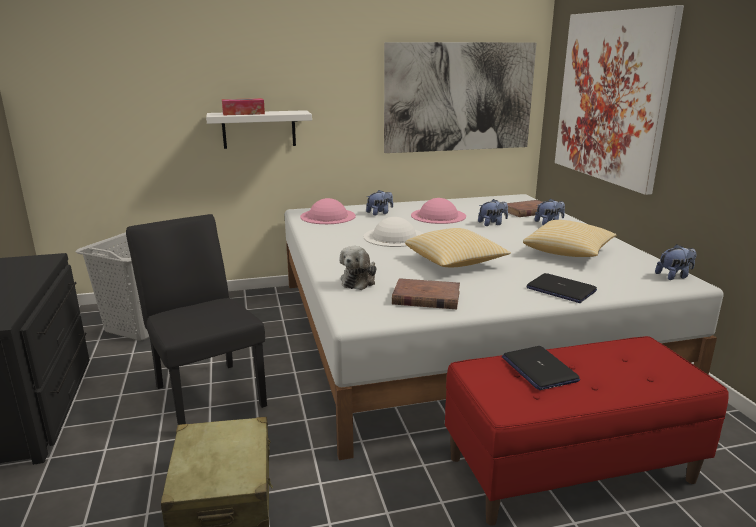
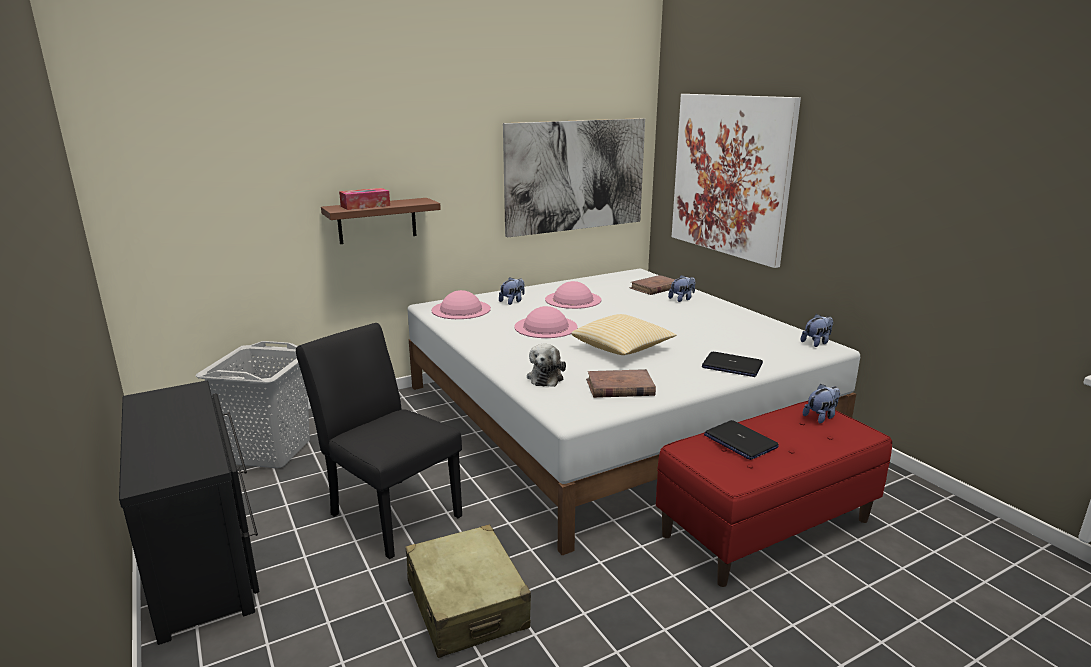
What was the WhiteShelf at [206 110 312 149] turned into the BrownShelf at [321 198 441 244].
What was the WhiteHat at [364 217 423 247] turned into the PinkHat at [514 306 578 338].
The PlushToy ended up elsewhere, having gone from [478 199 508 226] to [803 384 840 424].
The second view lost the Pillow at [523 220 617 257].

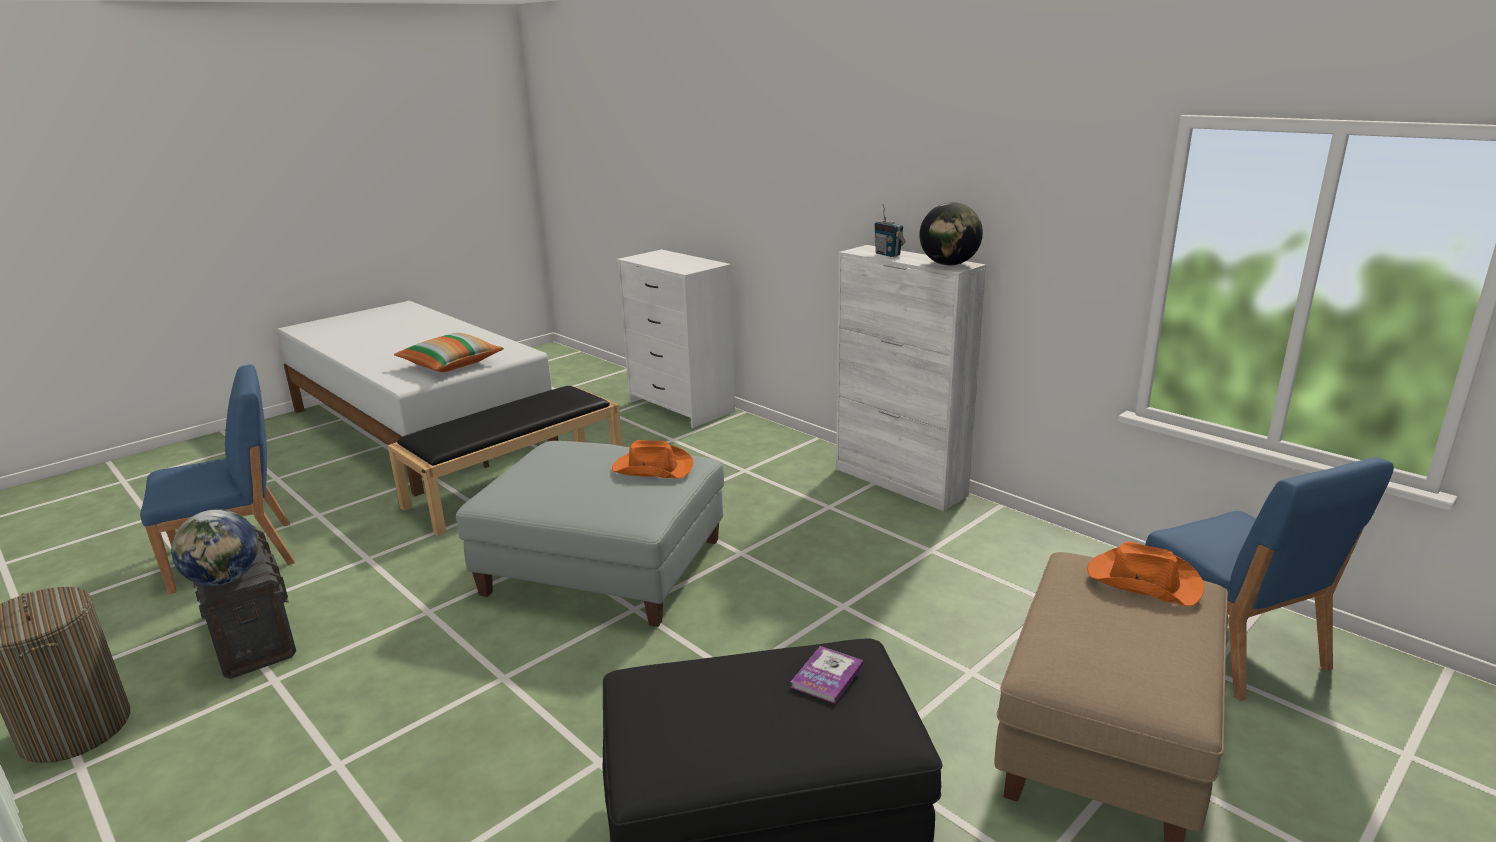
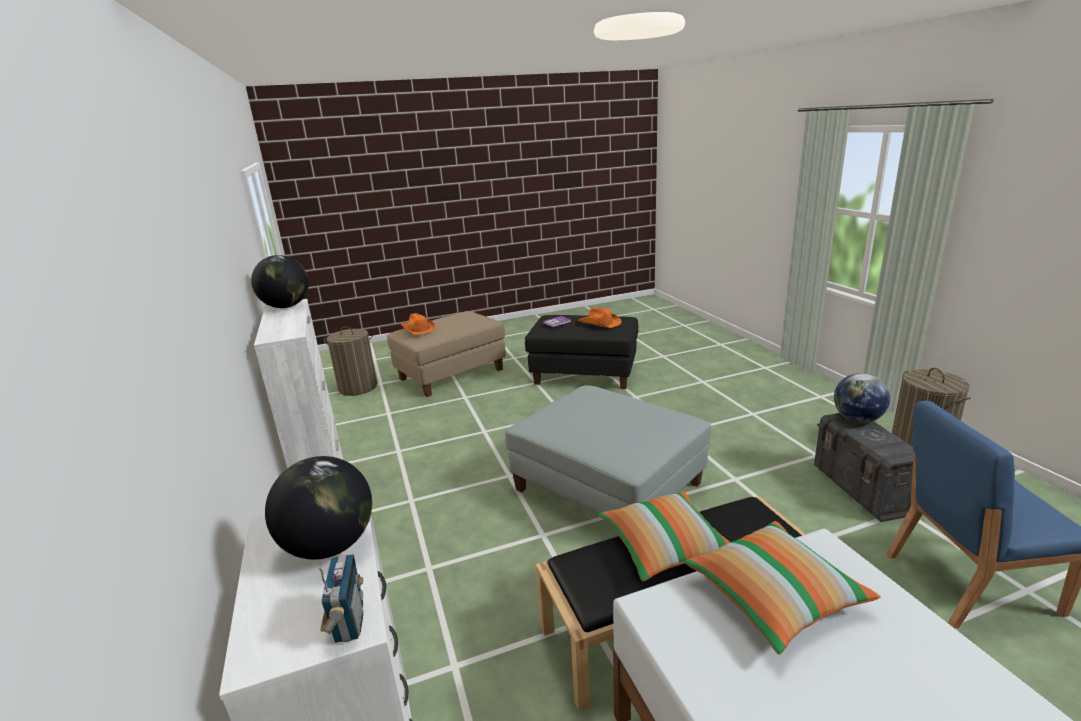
The second view gained the Globe at [265 456 372 559].
The Radio ended up elsewhere, having gone from [874 204 906 257] to [318 555 363 643].
Where the BlueChair stood at [1145 457 1394 701], the LaundryBasket came to stand at [324 327 377 396].
The OrangeHat ended up elsewhere, having gone from [612 440 693 479] to [578 307 621 328].
The second view gained the Pillow at [598 491 730 581].

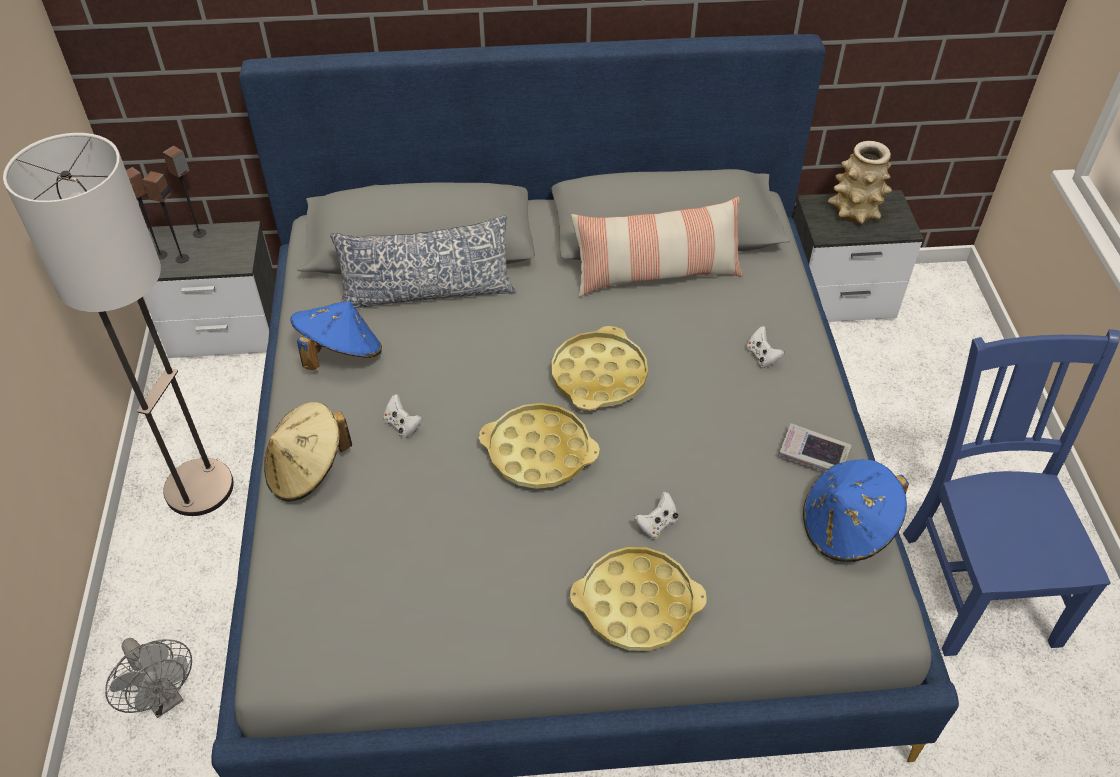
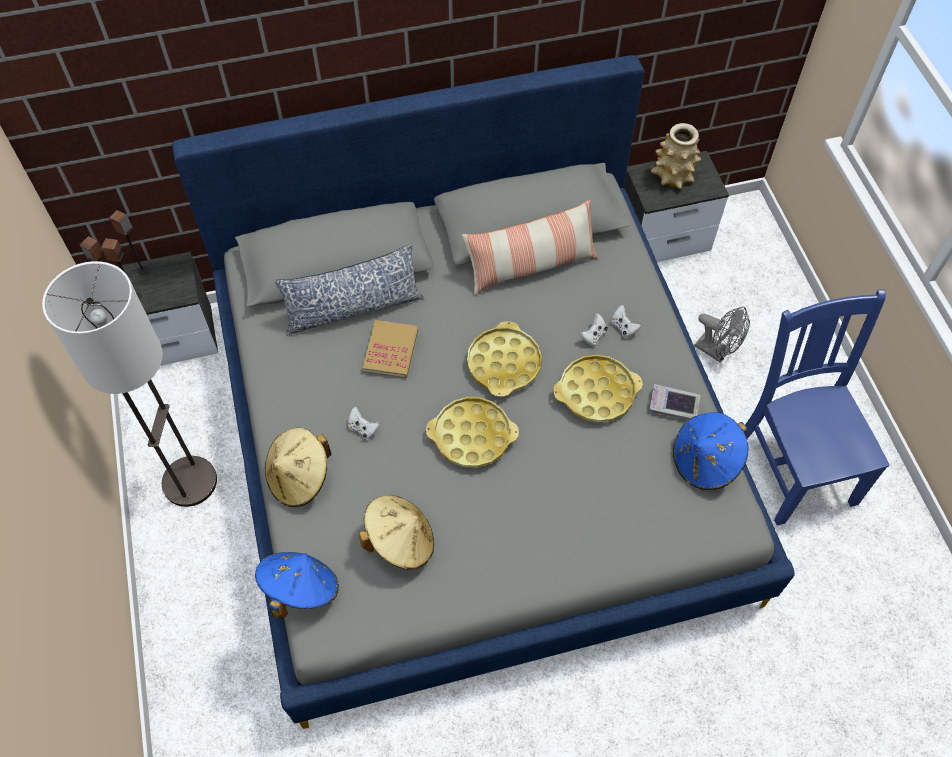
The BlueHat ended up elsewhere, having gone from [290 301 382 370] to [255 552 339 618].
The second view gained the BeigeHat at [359 495 434 570].
The second view gained the Book at [363 320 418 378].
The YellowTray ended up elsewhere, having gone from [570 547 706 651] to [553 355 643 423].
The WhiteGameController ended up elsewhere, having gone from [634 492 678 539] to [580 314 608 346].
The GreyFan ended up elsewhere, having gone from [105 638 192 718] to [694 307 750 363].

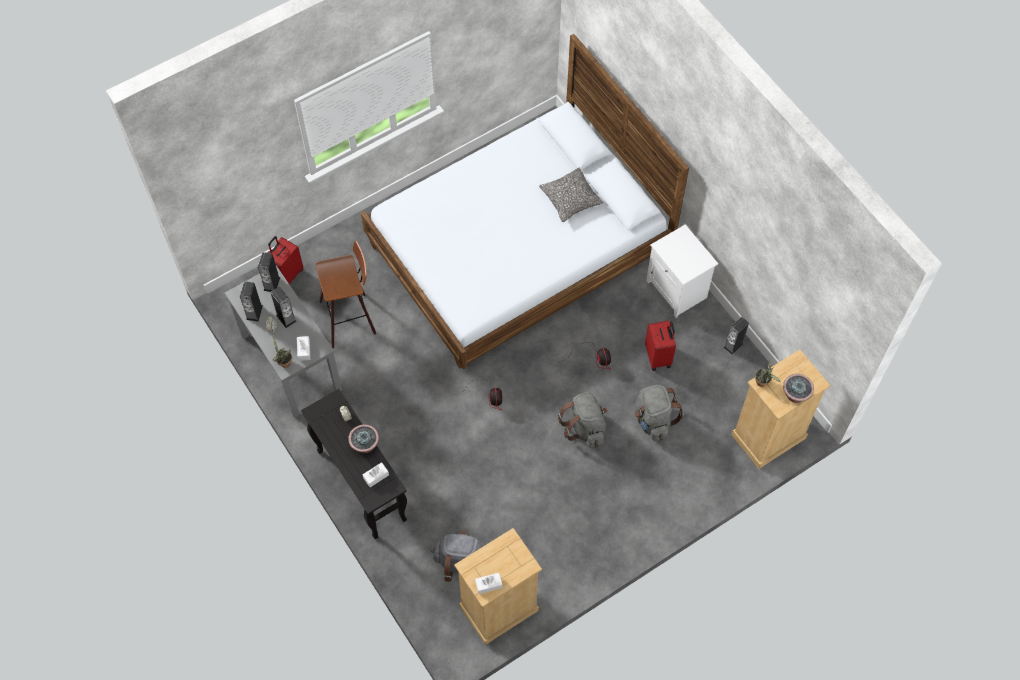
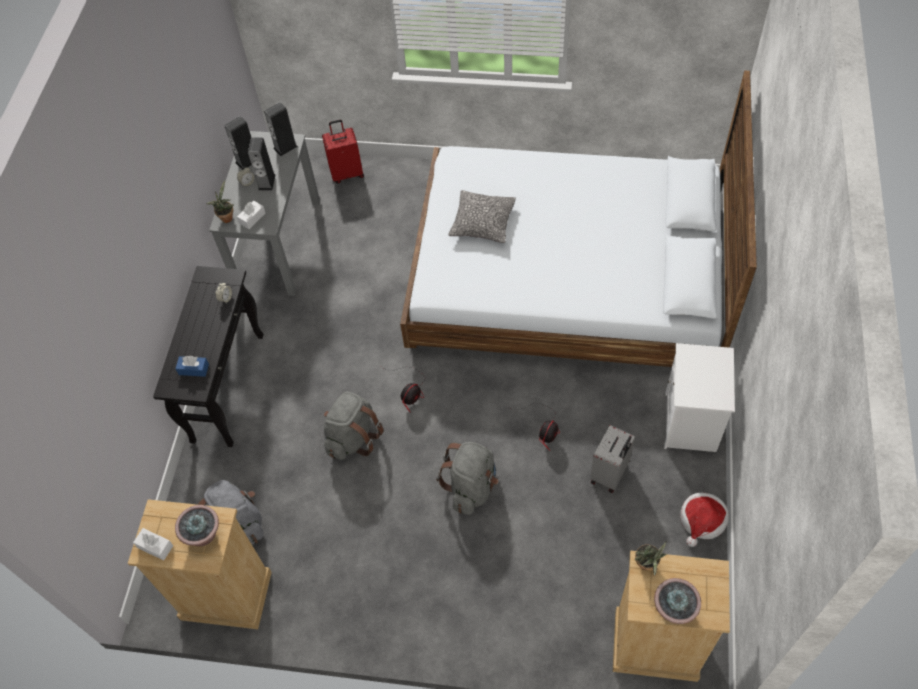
What was the WhiteTissueBox at [363 462 389 487] turned into the BlueTissueBox at [175 356 209 377].
The PottedPlant ended up elsewhere, having gone from [348 425 379 453] to [175 505 219 546].
The GreyBackpack ended up elsewhere, having gone from [634 385 684 441] to [324 391 384 460].
The Pillow ended up elsewhere, having gone from [539 168 603 222] to [448 190 516 243].
What was the RedSuitcase at [645 320 676 371] turned into the GreySuitcase at [590 425 635 493].
Where the Speaker stood at [724 317 749 355], the Hat came to stand at [680 493 729 547].
The second view lost the Stool at [316 241 376 348].

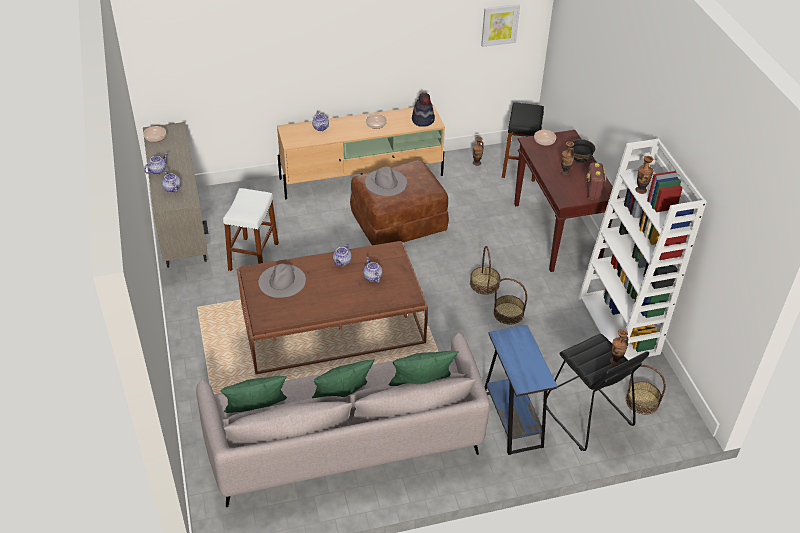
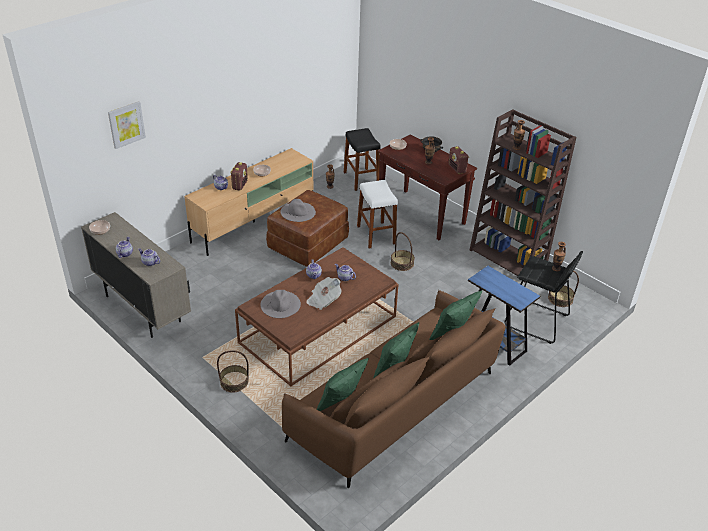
The Picture ended up elsewhere, having gone from [481 4 520 47] to [108 101 146 149].
The Basket ended up elsewhere, having gone from [493 278 527 325] to [217 350 249 393].
The second view gained the Radio at [230 162 248 190].
What was the GreySofa at [196 332 490 507] turned into the BrownSofa at [282 290 505 489].
The second view gained the Newspaper at [306 277 341 310].
The WhiteStool ended up elsewhere, having gone from [223 188 279 271] to [357 180 398 249].
What was the WhiteBookcase at [578 139 706 360] turned into the BrownBookcase at [469 109 576 282].
The second view lost the Hat at [412 92 435 127].

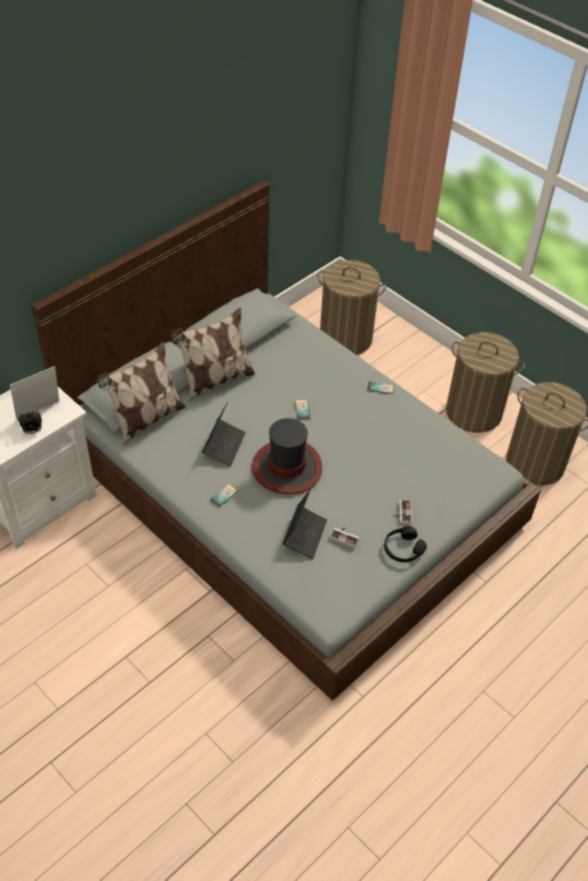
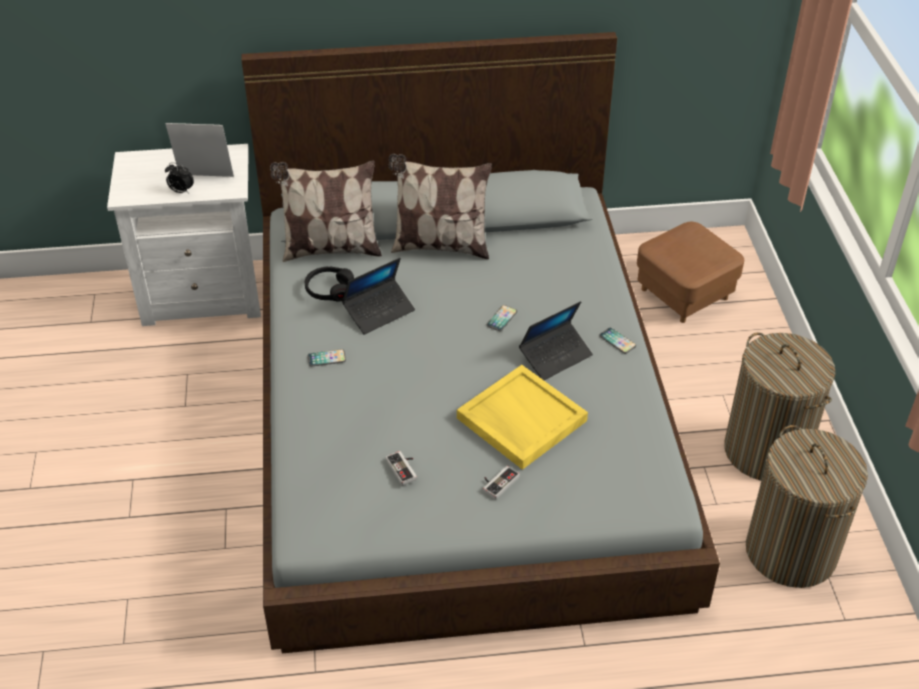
The BlackHeadphones ended up elsewhere, having gone from [384 526 427 562] to [305 267 354 302].
The second view gained the YellowTray at [457 365 588 470].
The Laptop ended up elsewhere, having gone from [283 489 327 559] to [519 301 593 380].
Where the LaundryBasket stood at [317 260 386 355], the BrownOttoman came to stand at [637 222 744 323].
The second view lost the Hat at [252 418 322 495].

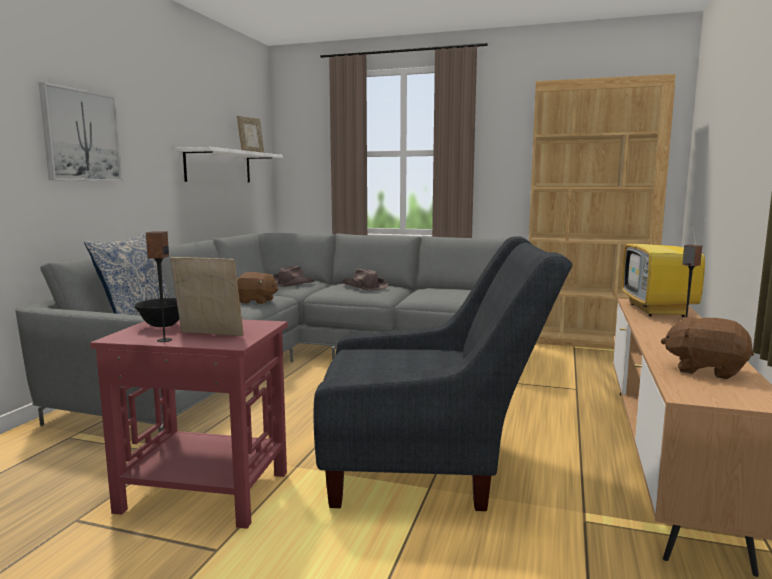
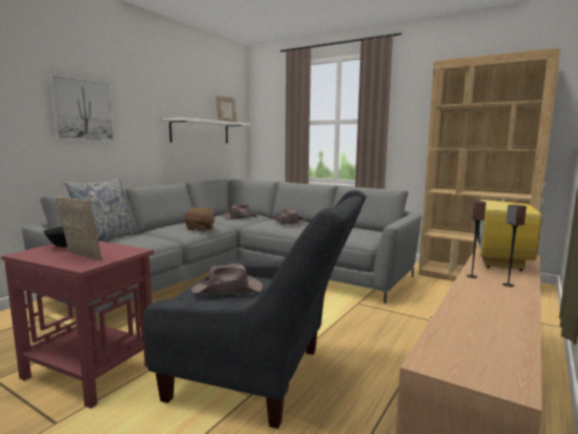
The second view gained the BrownHat at [191 264 263 295].
The Speaker ended up elsewhere, having gone from [146 231 172 342] to [466 201 486 278].
The second view lost the BrownPlushToy at [661 317 754 379].

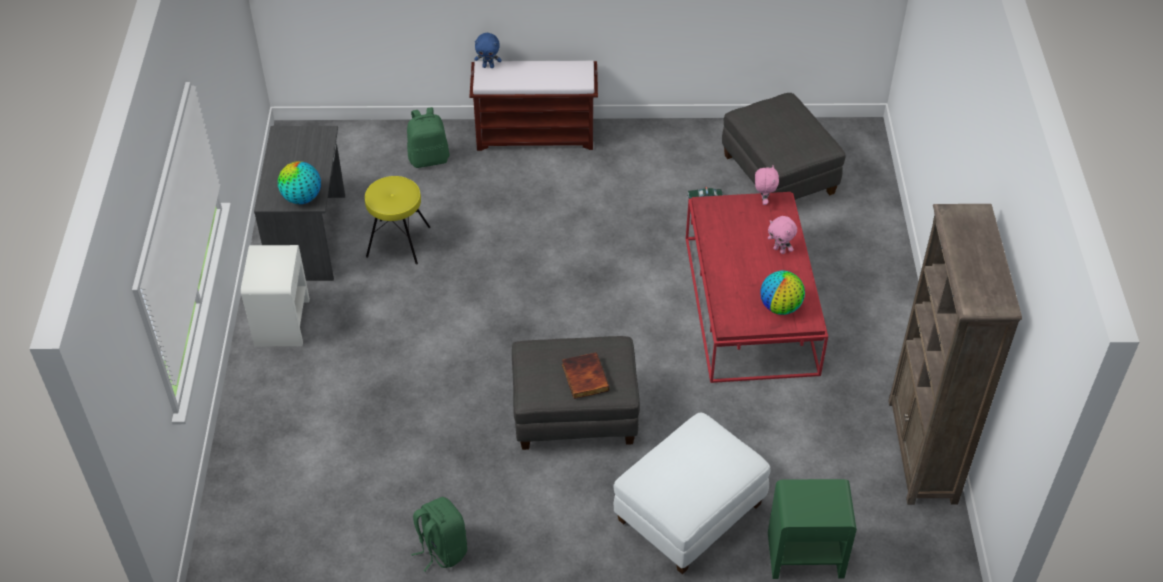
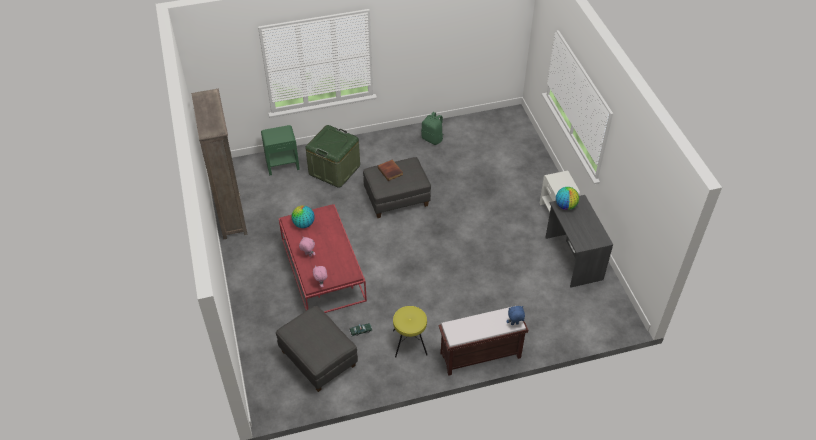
Where the WhiteOttoman stood at [614 412 771 574], the GreenStorageBox came to stand at [306 125 360 188].
The YellowStool ended up elsewhere, having gone from [365 176 431 265] to [393 306 428 357].
The second view lost the GreenBackpack at [407 107 450 168].

